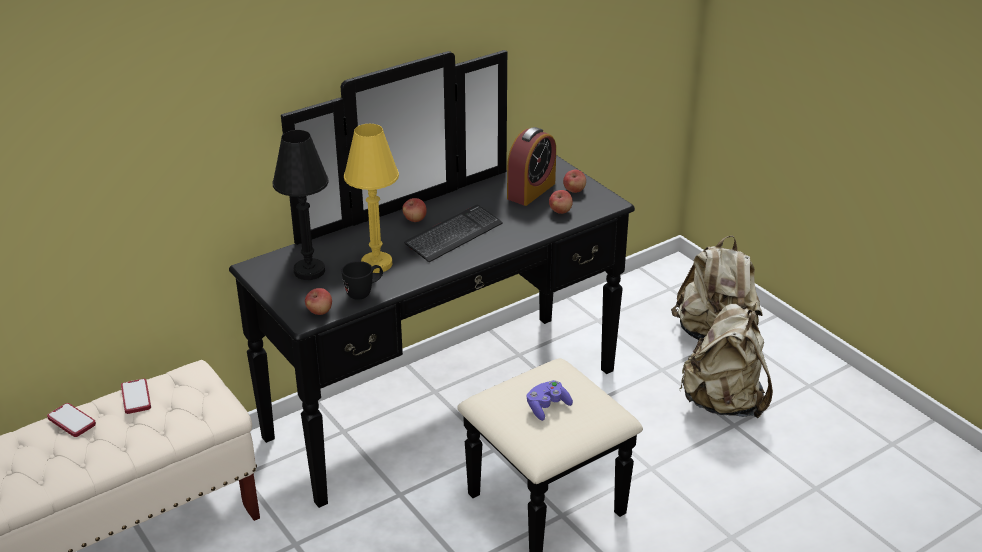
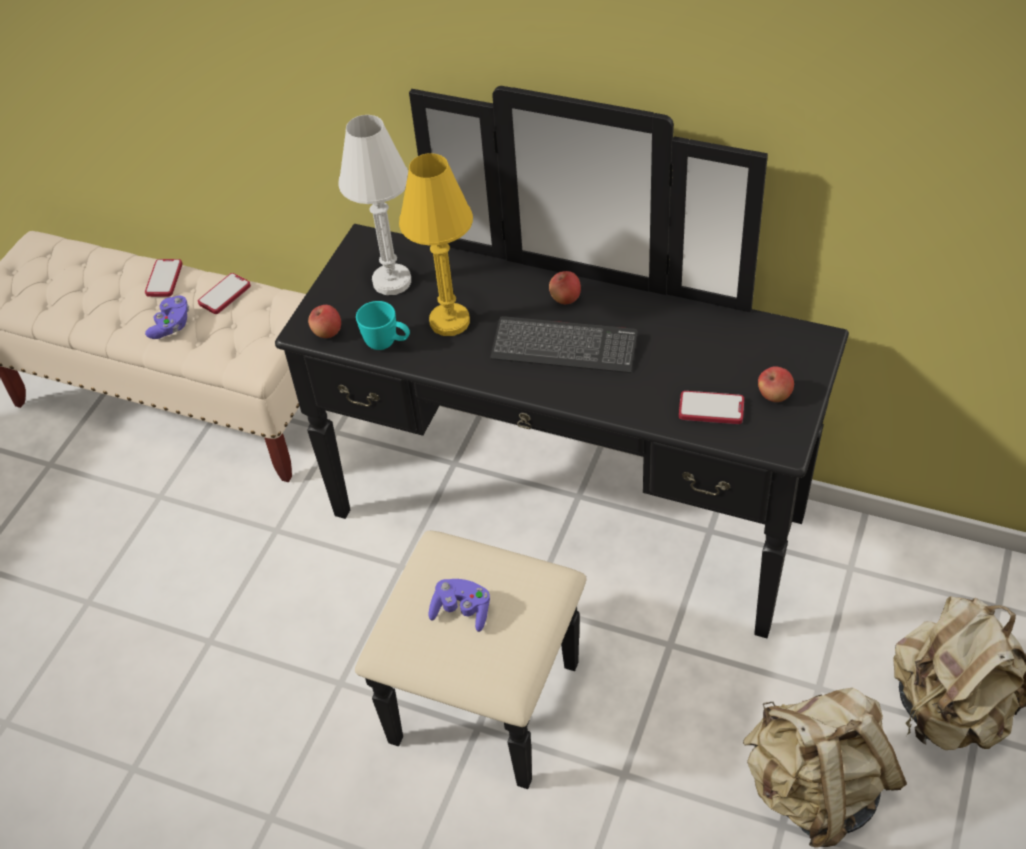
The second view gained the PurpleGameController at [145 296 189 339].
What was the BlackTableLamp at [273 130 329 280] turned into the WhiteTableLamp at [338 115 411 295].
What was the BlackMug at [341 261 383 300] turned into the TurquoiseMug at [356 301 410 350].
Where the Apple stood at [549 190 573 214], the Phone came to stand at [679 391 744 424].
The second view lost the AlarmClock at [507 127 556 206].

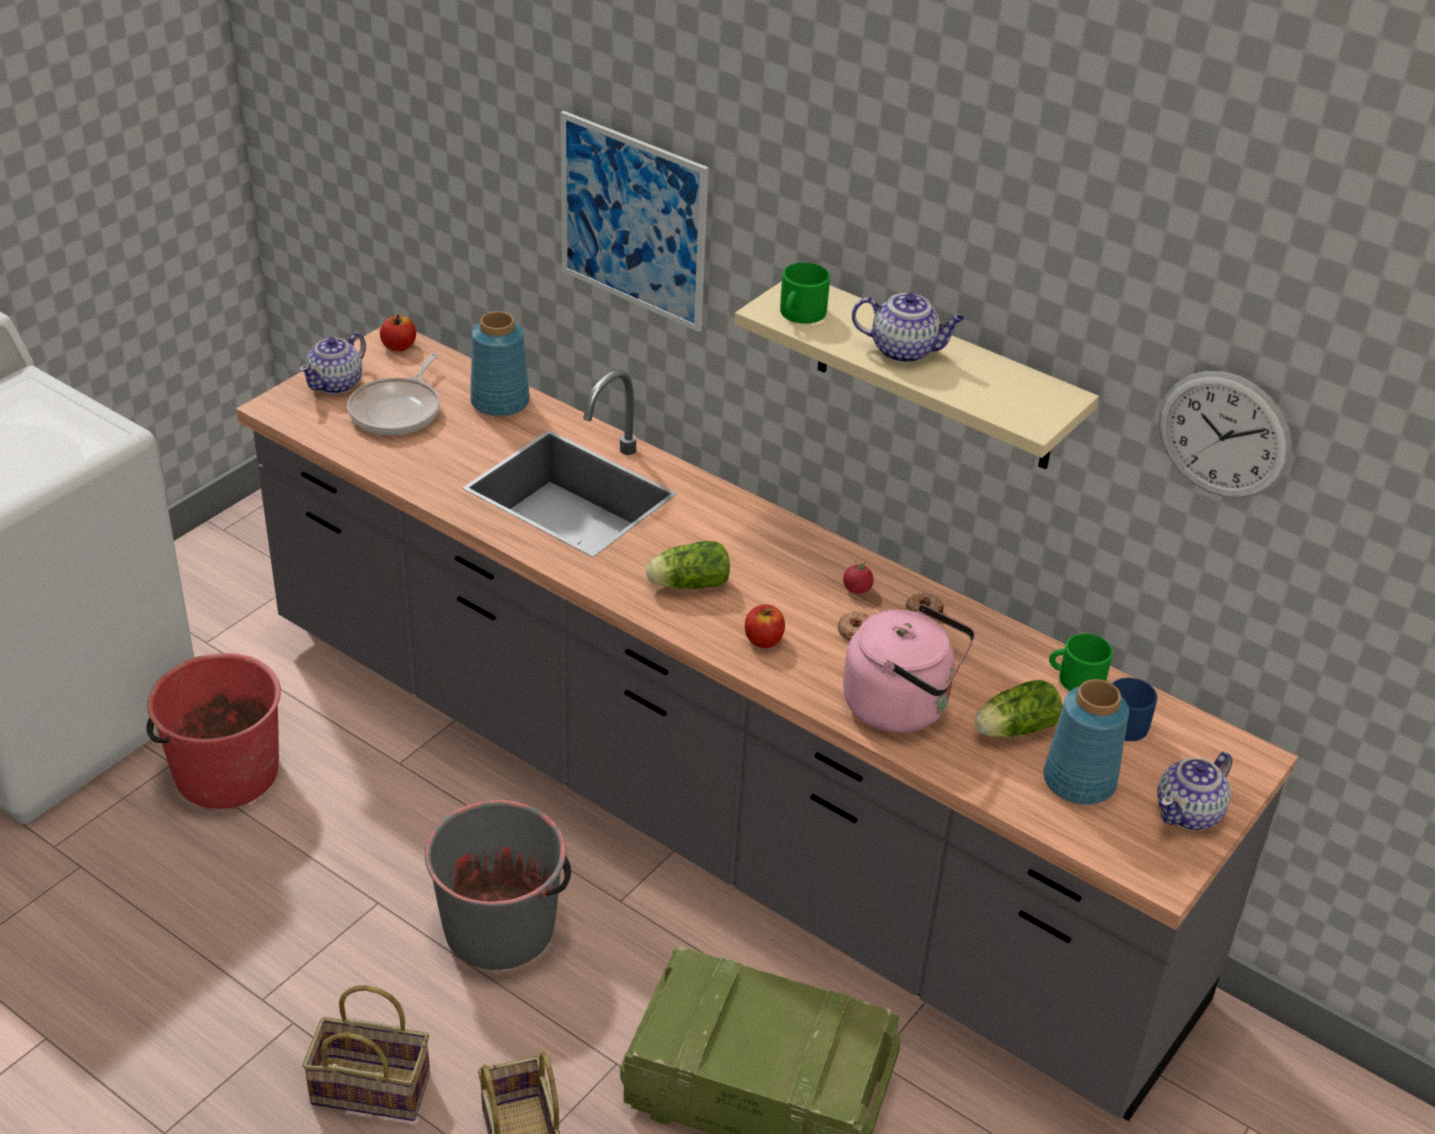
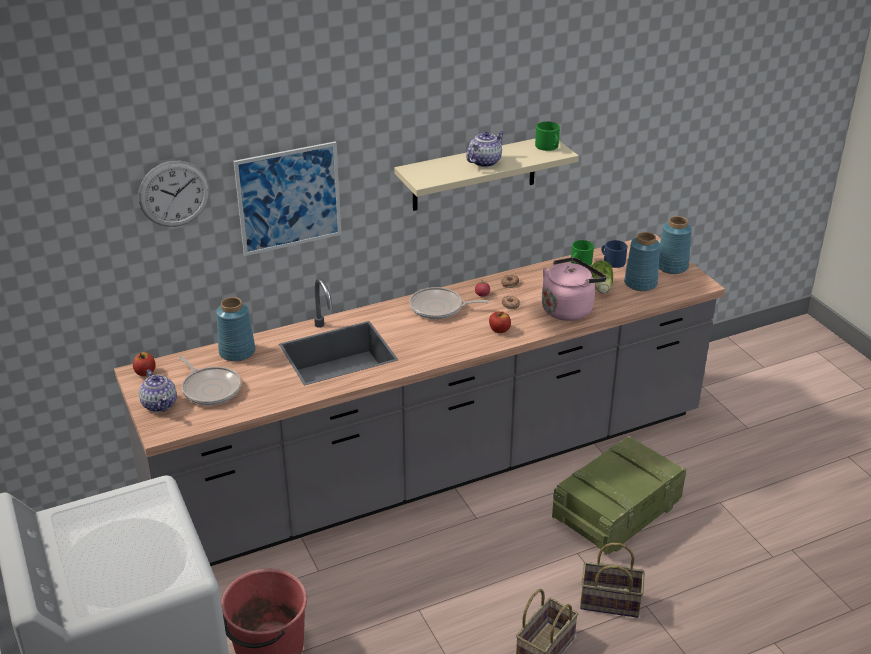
The WallClock ended up elsewhere, having gone from [1158 371 1292 498] to [138 161 210 227].
The second view gained the FryingPan at [409 287 489 319].
The GreenMug ended up elsewhere, having gone from [780 263 830 324] to [535 122 560 151].
Where the Teapot stood at [1157 752 1232 830], the BlueVase came to stand at [659 216 692 274].
The second view lost the GreyBucket at [425 800 571 970].
The second view lost the Lettuce at [646 541 730 589].

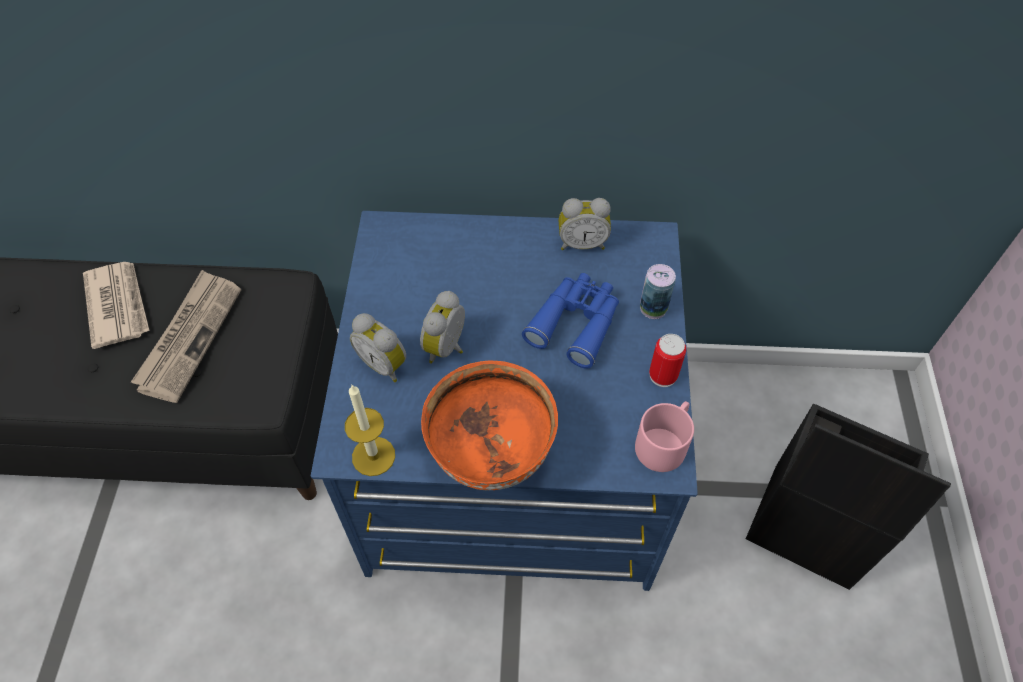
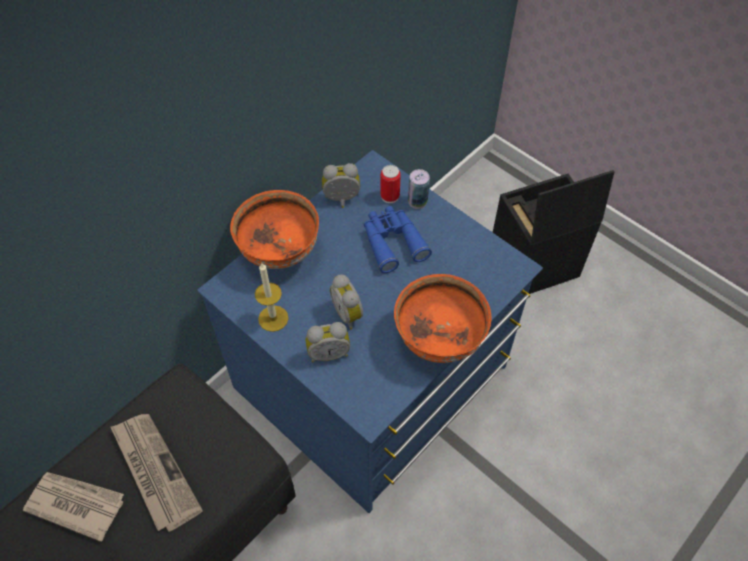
The second view gained the OrangeBowl at [230 190 319 269].
The Candle ended up elsewhere, having gone from [345 384 395 476] to [255 263 289 332].
The AlarmClock at [559 198 611 250] ended up facing another way, 135 degrees counterclockwise from before.
The Can ended up elsewhere, having gone from [649 334 686 387] to [380 165 401 203].
The second view lost the PinkMug at [635 401 694 472].

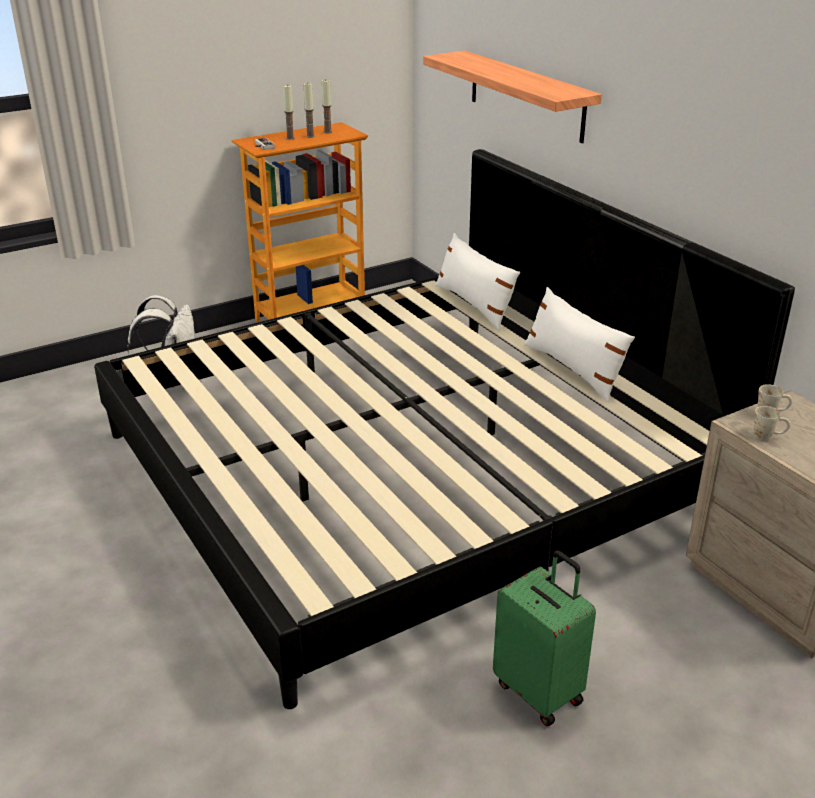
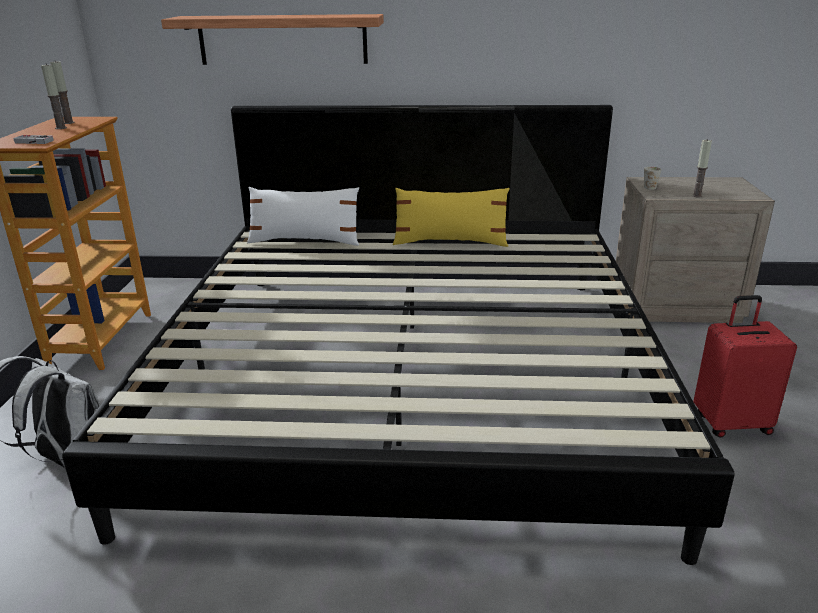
What was the WhitePillow at [524 287 635 402] turned into the YellowPillow at [393 188 510 247].
The Candle ended up elsewhere, having gone from [283 85 295 140] to [692 140 712 198].
What was the GreenSuitcase at [493 550 596 726] turned into the RedSuitcase at [694 295 797 437].
The second view lost the WhiteMug at [754 406 790 441].

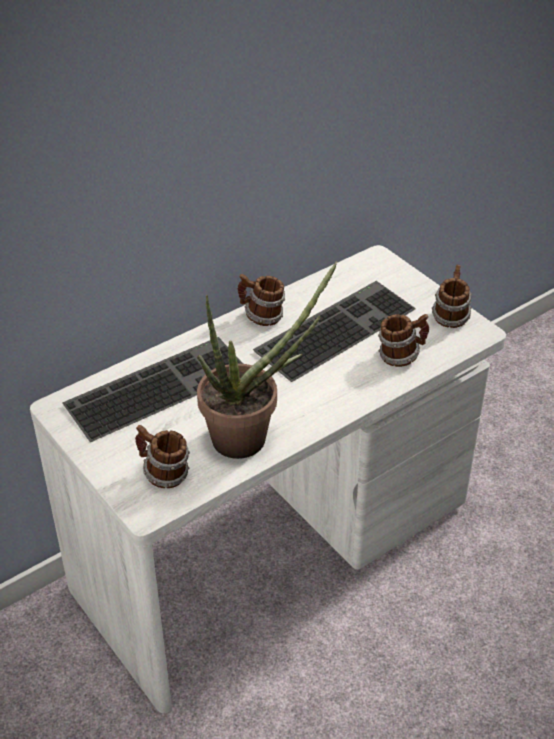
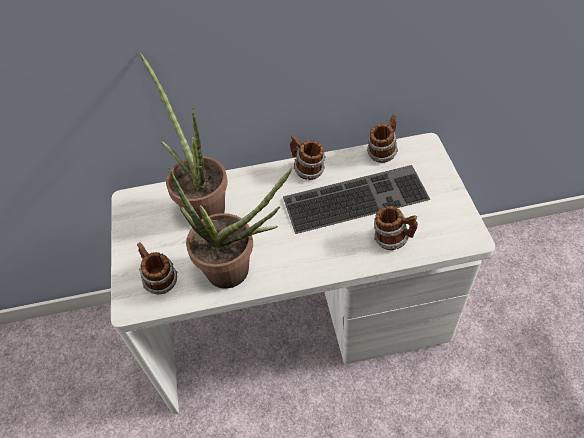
Where the Keyboard stood at [62 337 243 442], the PottedPlant came to stand at [139 52 228 219].
The Mug ended up elsewhere, having gone from [432 264 472 328] to [367 114 398 163].

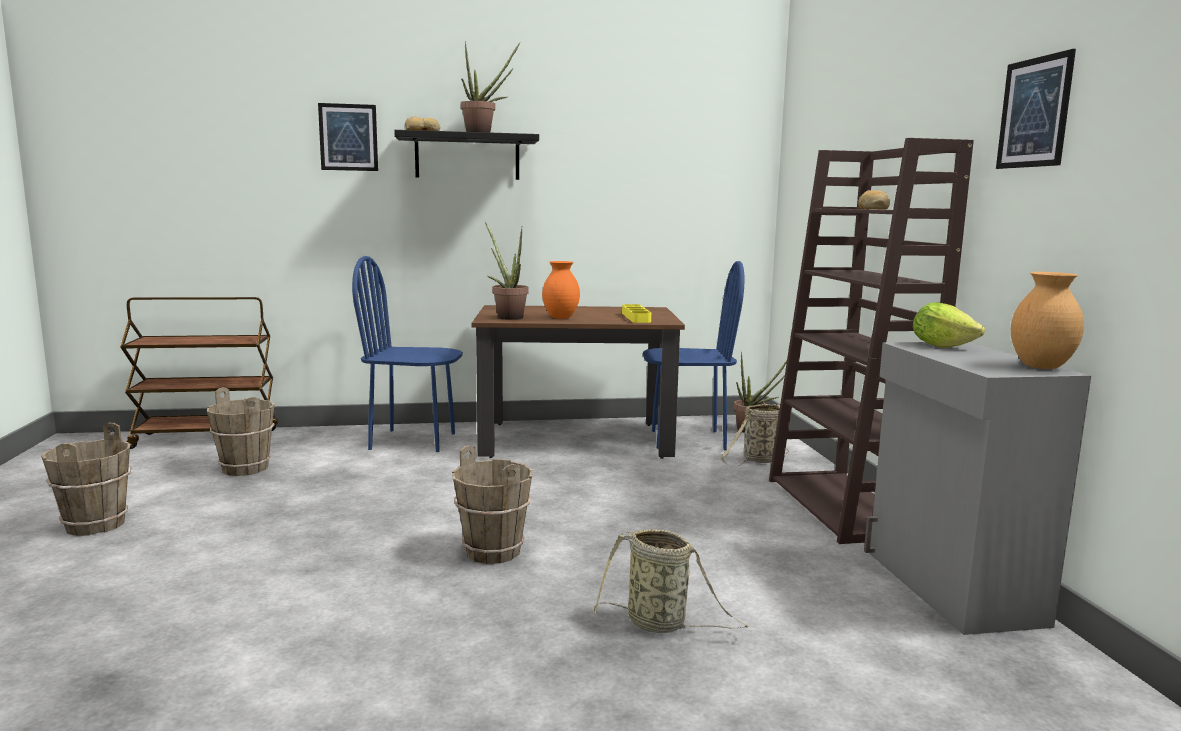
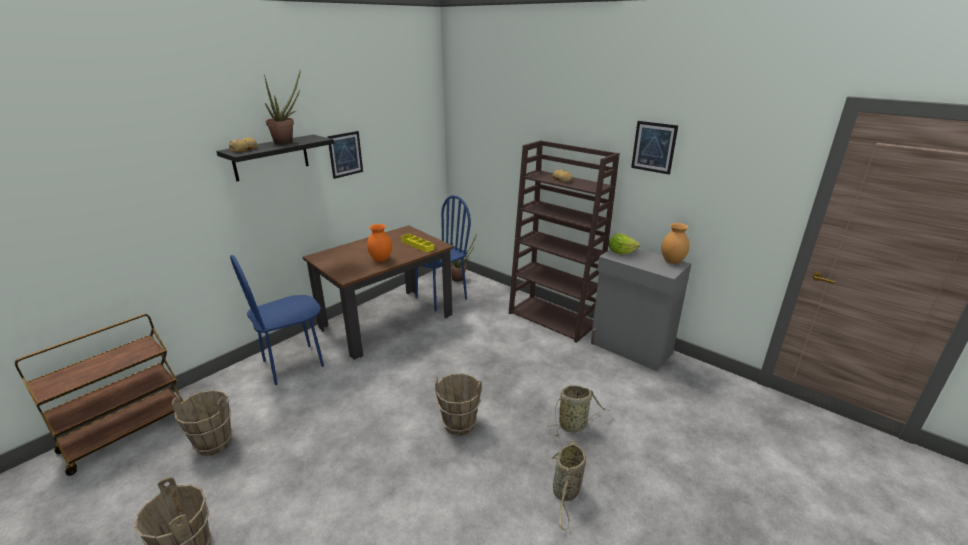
The Picture ended up elsewhere, having gone from [318 103 378 171] to [327 131 363 179].
The Basket ended up elsewhere, having gone from [721 404 789 467] to [550 439 586 530].
The second view lost the PottedPlant at [485 222 529 320].

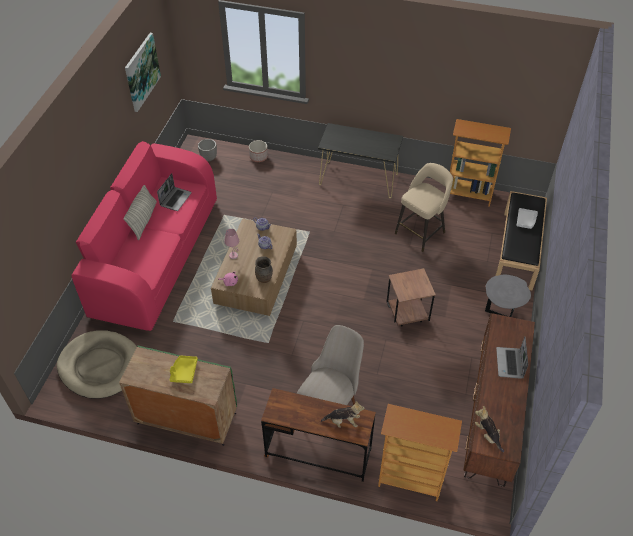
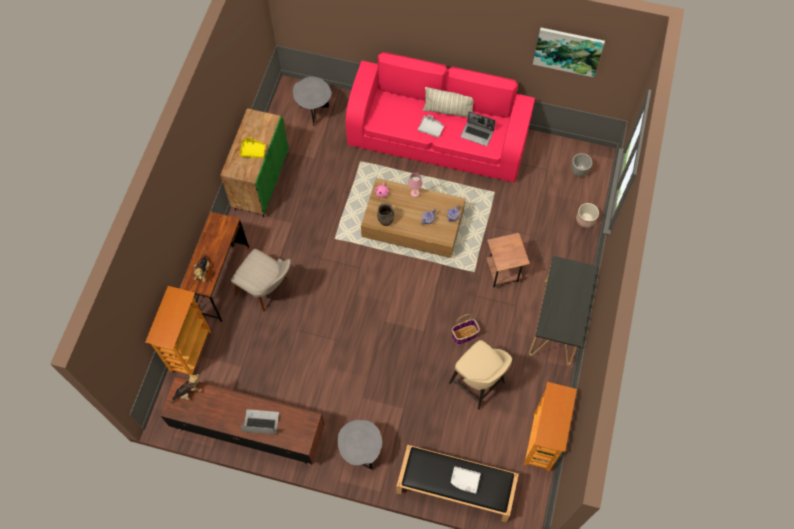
Where the BeigeDogBed stood at [57 330 137 399], the GreySideTable came to stand at [293 76 331 126].
The second view gained the GreyTray at [418 115 444 138].
The second view gained the Basket at [451 314 480 344].
The BrownSideTable ended up elsewhere, having gone from [387 268 436 327] to [486 233 530 287].

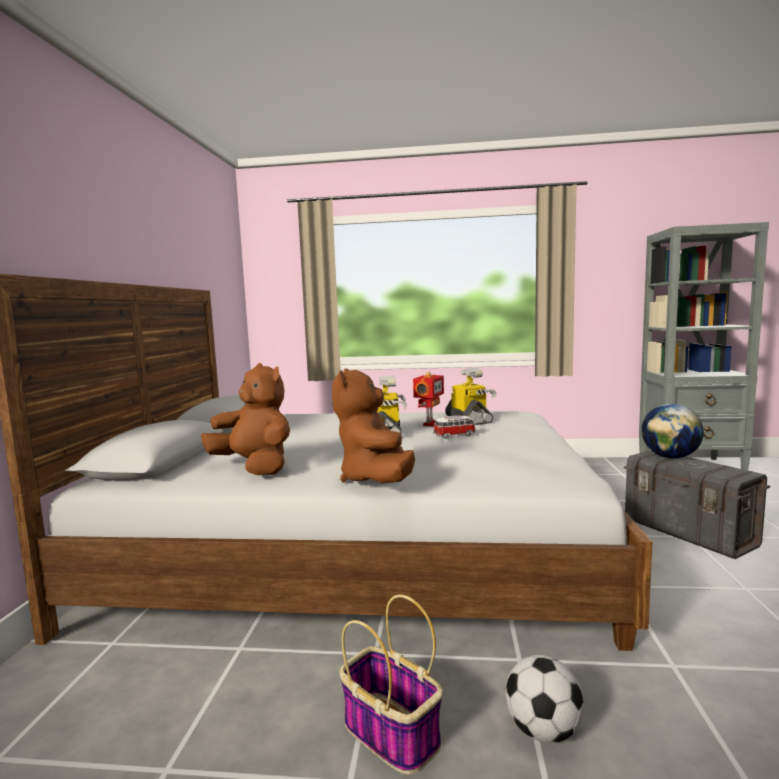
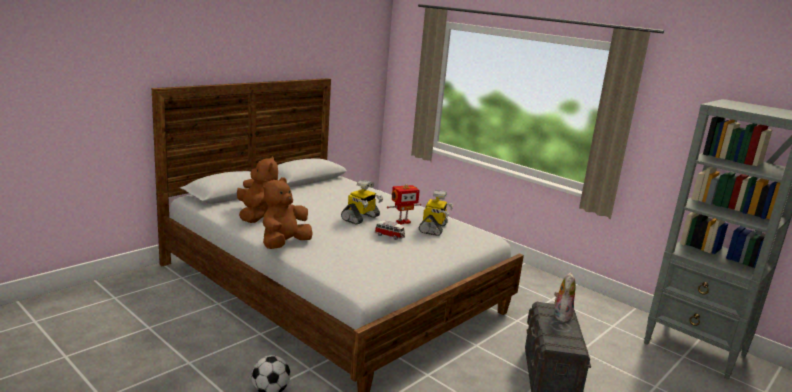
Where the Globe stood at [641 404 704 458], the PlushToy came to stand at [554 272 576 322].
The second view lost the Basket at [340 594 443 775].

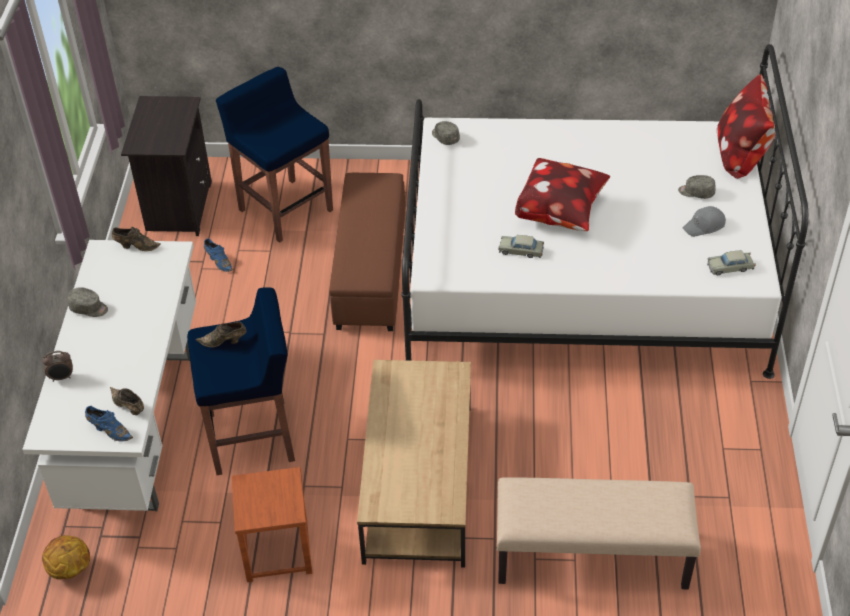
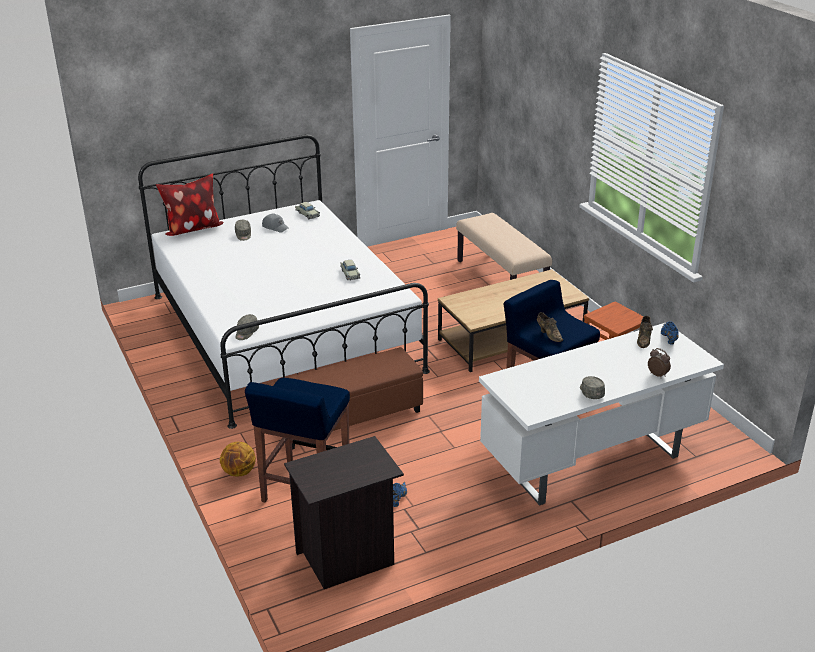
The Basketball ended up elsewhere, having gone from [42 535 90 579] to [220 442 256 477].
The second view lost the BrownShoe at [112 227 161 251].
The second view lost the Pillow at [515 158 610 231].

